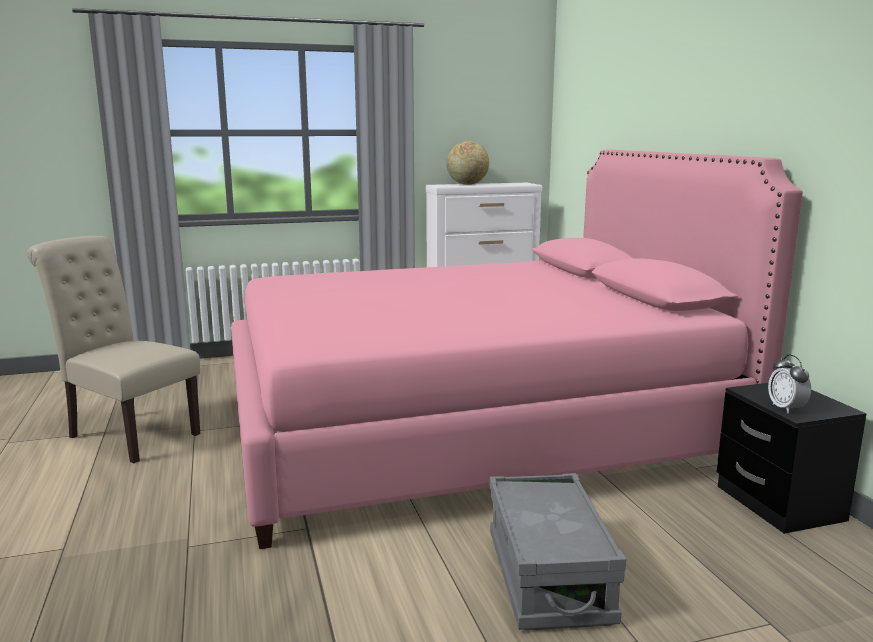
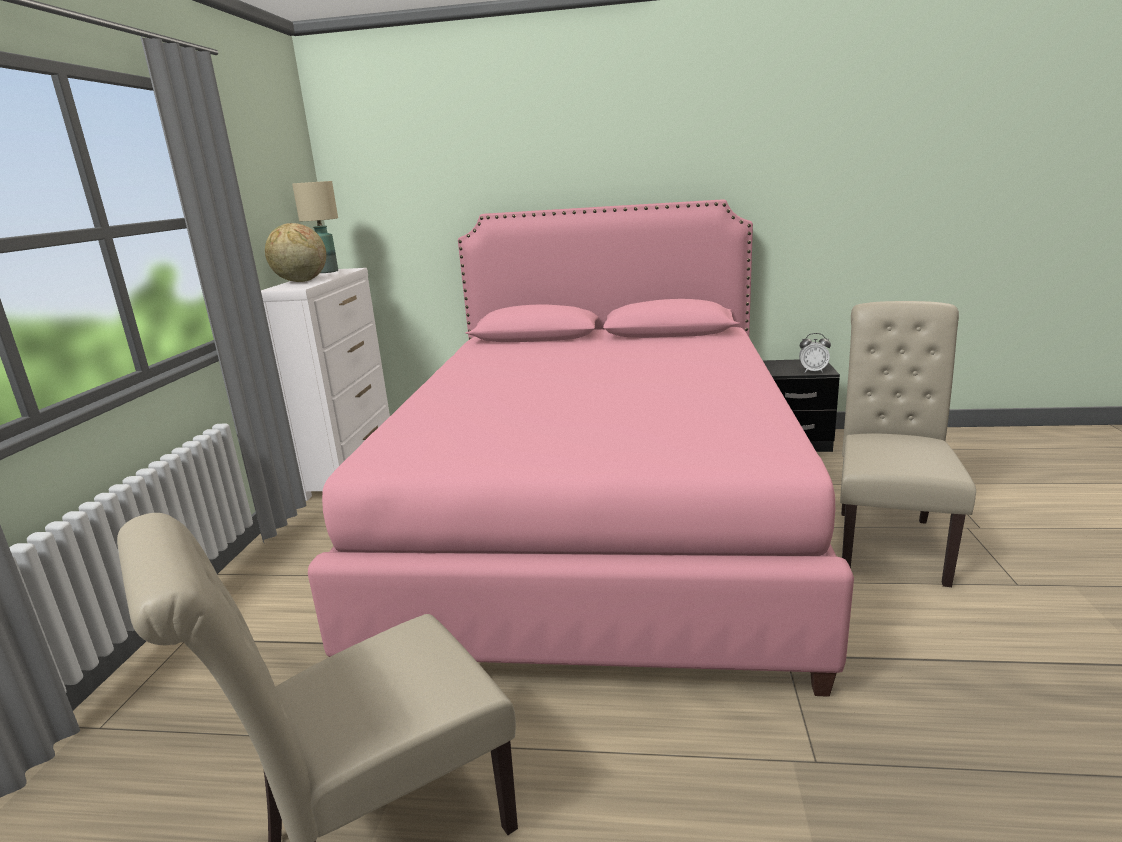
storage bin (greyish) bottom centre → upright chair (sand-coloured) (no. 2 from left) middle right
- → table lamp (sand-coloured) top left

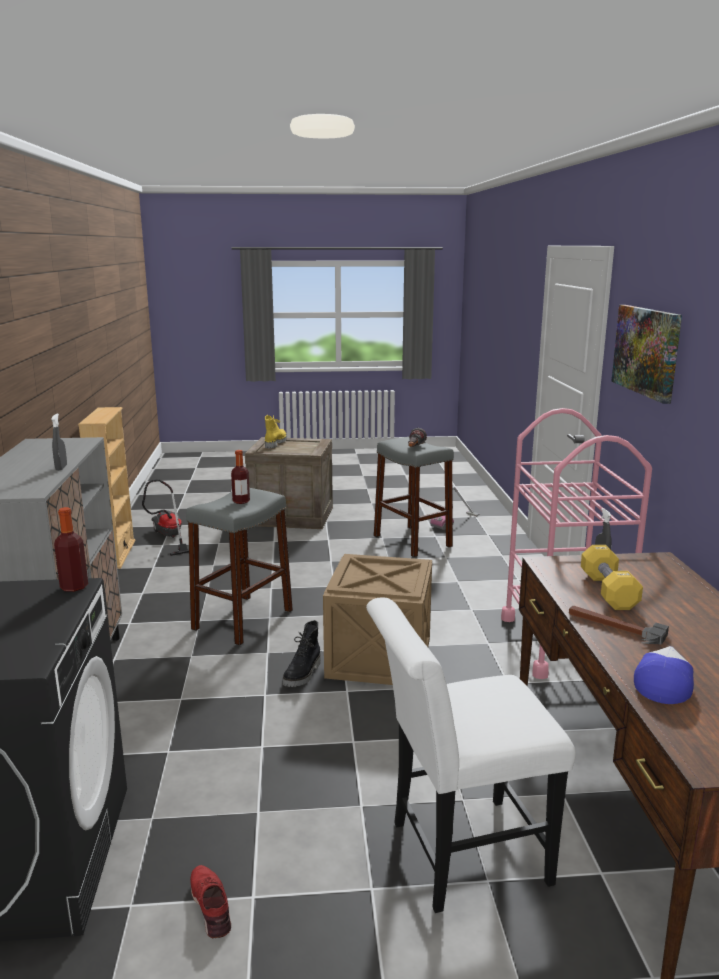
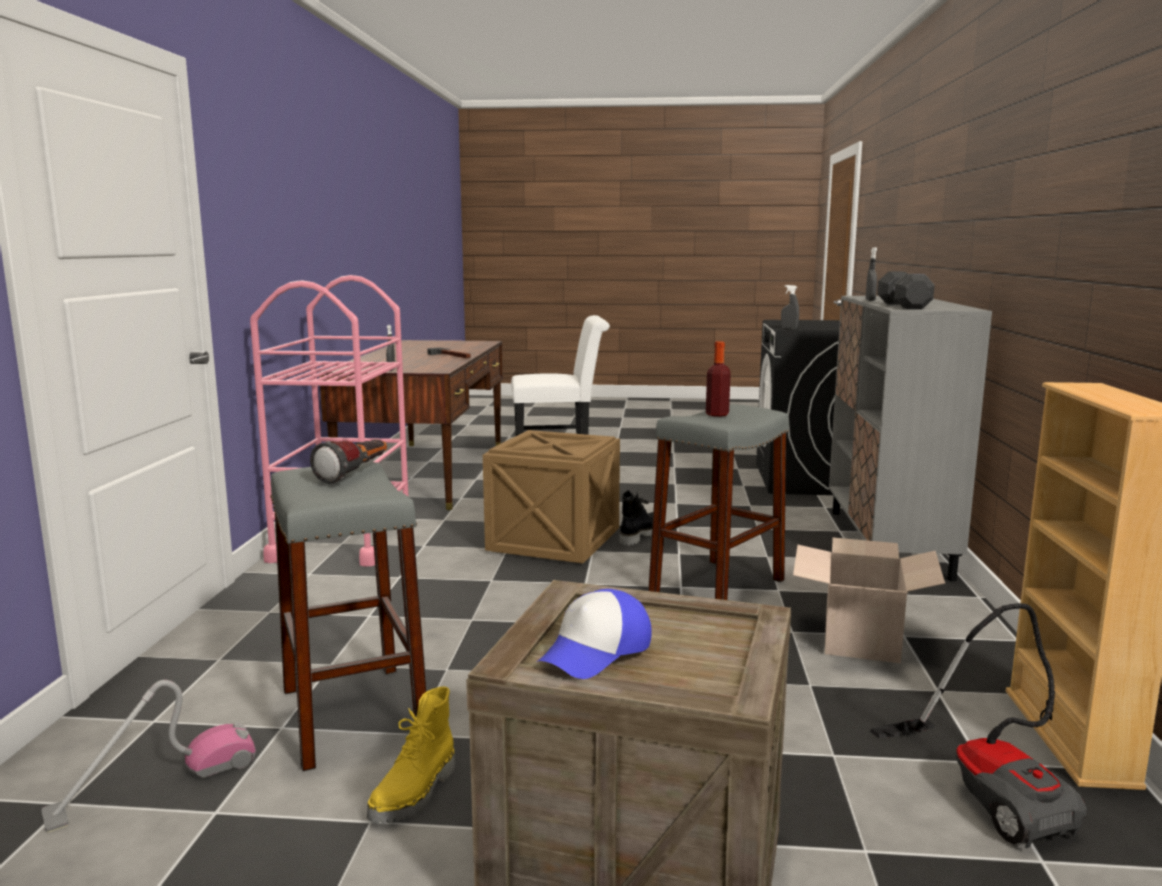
beverage bottle (no. 1 from left) middle left → sprayer (greyish) (no. 2 from left) middle right
item of footwear (reddish) bottom left → -
tall boot (yellowish) centre → tall boot (yellowish) bottom centre, shifted
free weight (yellowish) middle right → -
wall picture middle right → -
baseball cap bottom right → baseball cap bottom centre, shifted
- → carton bottom right
- → free weight (blackish) top right

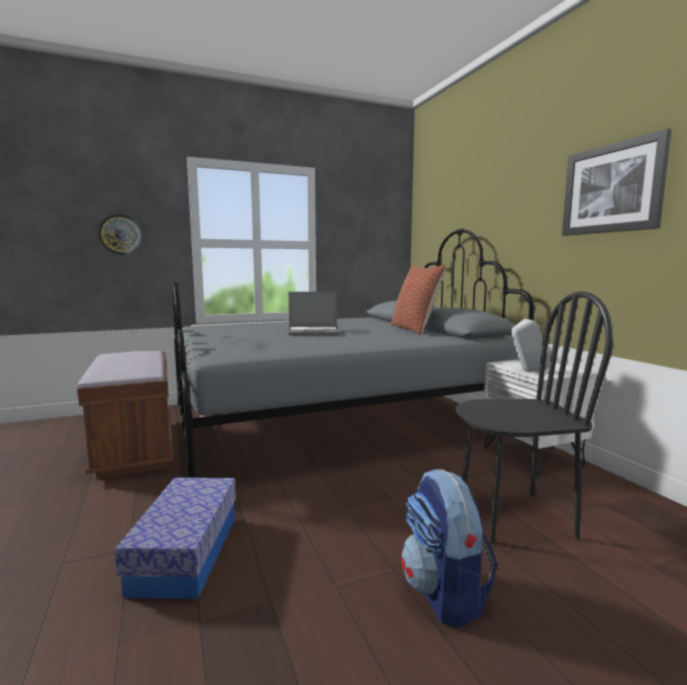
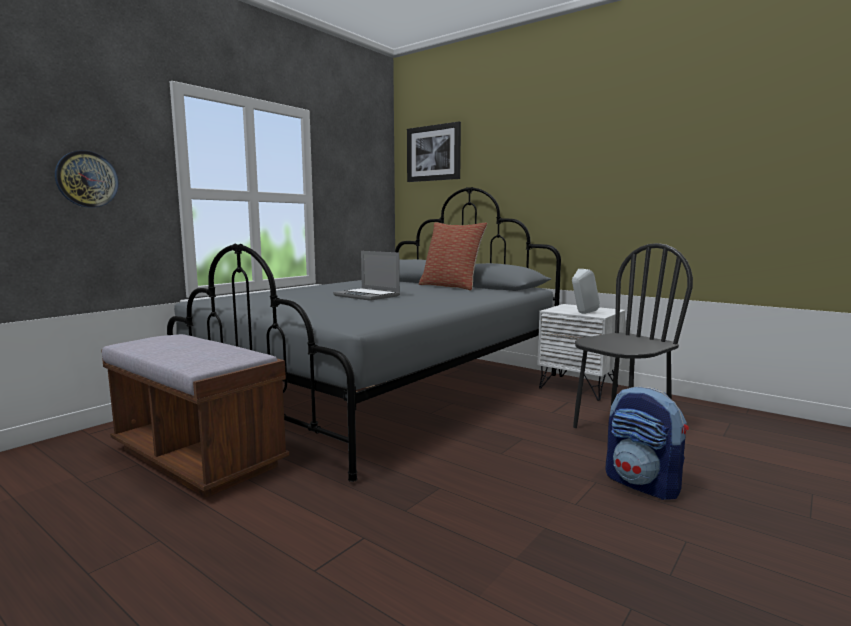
storage bin bottom left → -
laptop centre, 75 degrees clockwise
wall picture top right → wall picture top centre, shifted

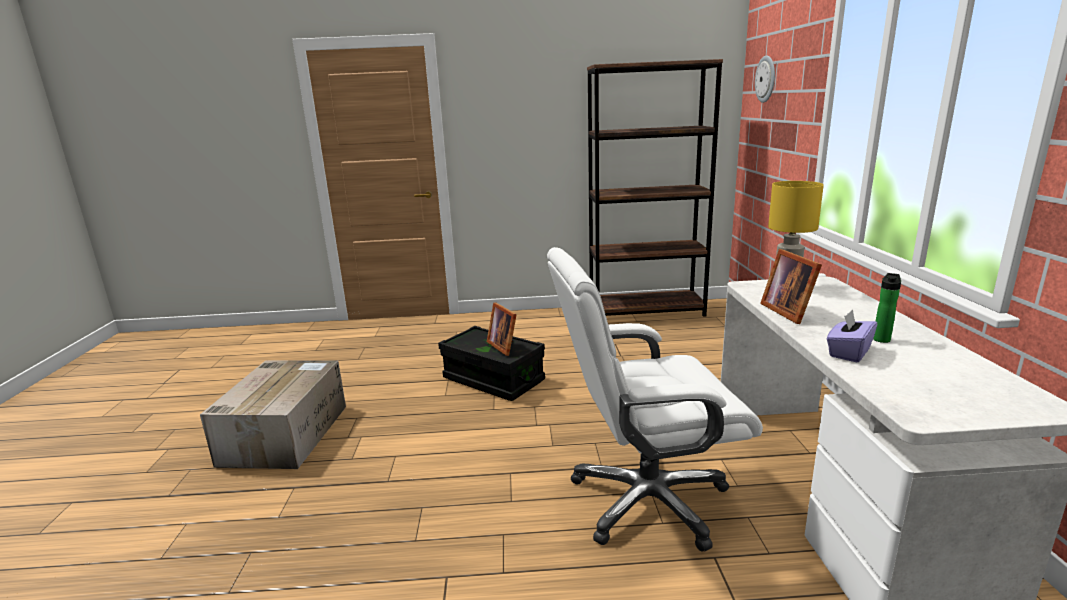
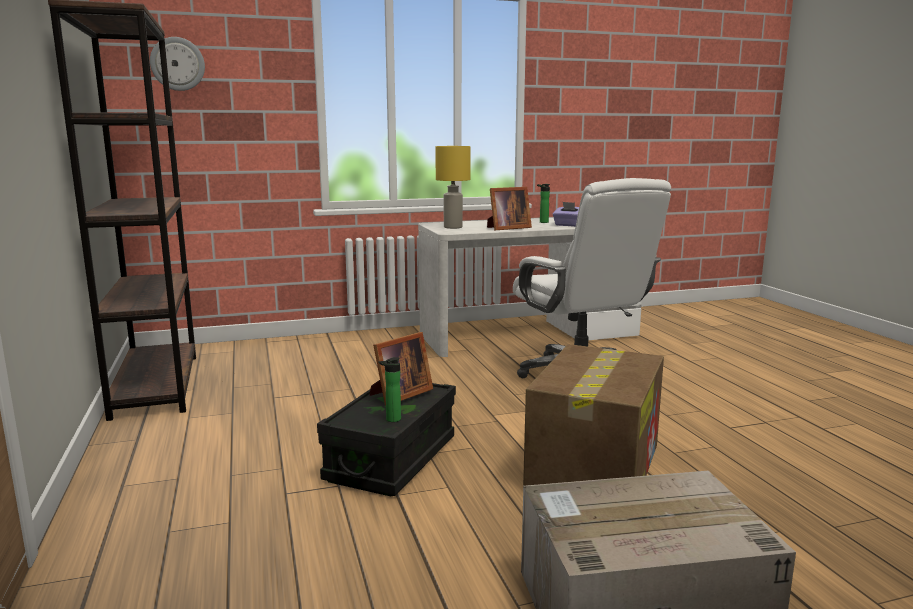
- → beverage bottle (no. 1 from left) centre
- → carton (no. 1 from left) bottom centre

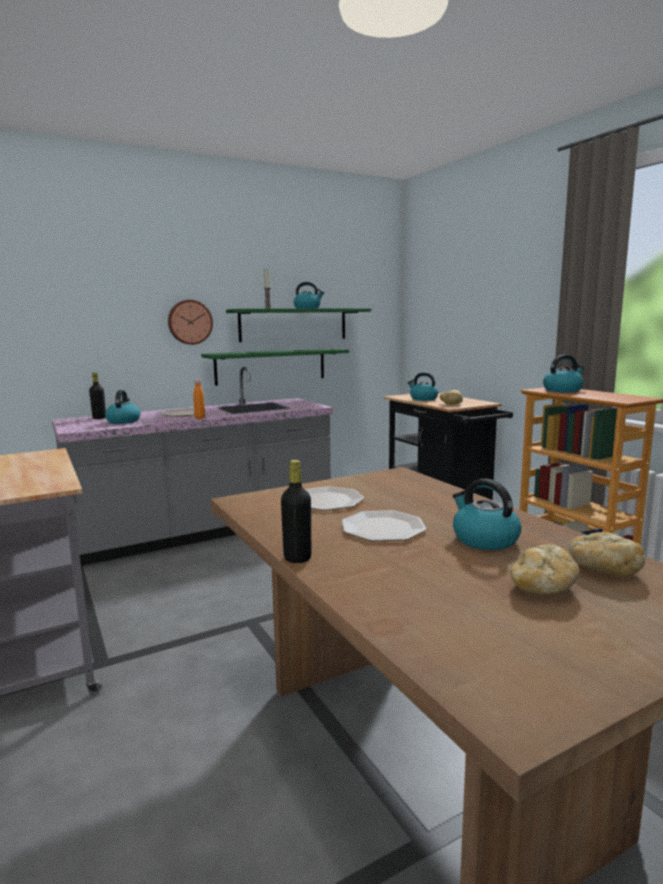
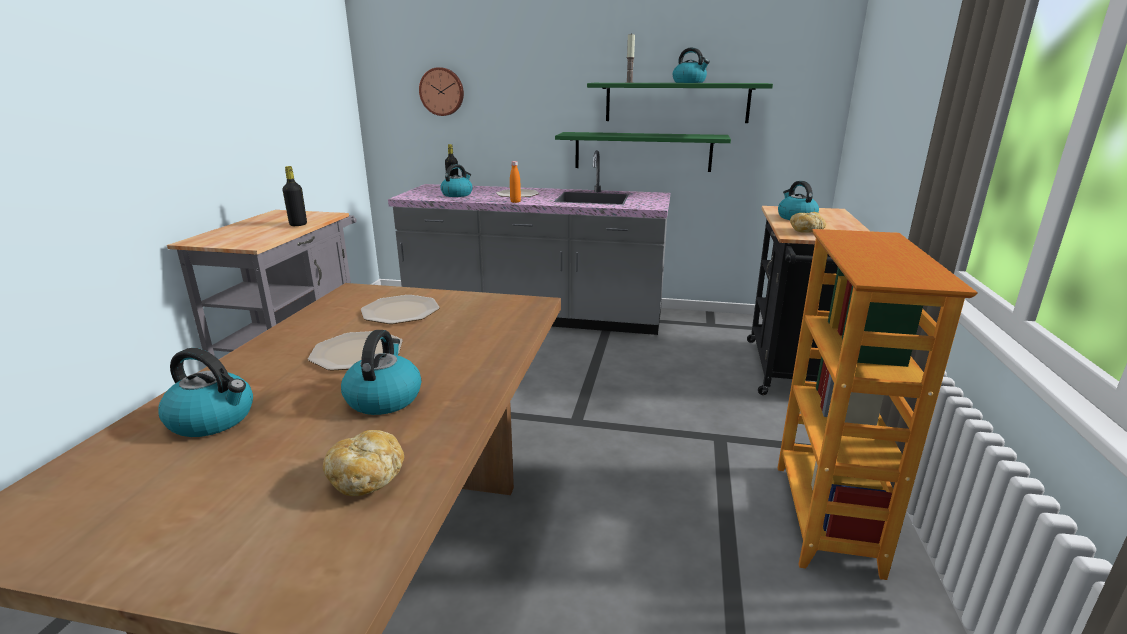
wall clock middle left → wall clock top centre, shifted
beverage bottle (blackish) (no. 2 from left in the first image) centre → beverage bottle (blackish) (no. 1 from left) top left, shifted
bread (no. 2 from left) middle right → -
tea kettle (no. 5 from left in the first image) middle right → tea kettle (no. 1 from left) middle left, shifted

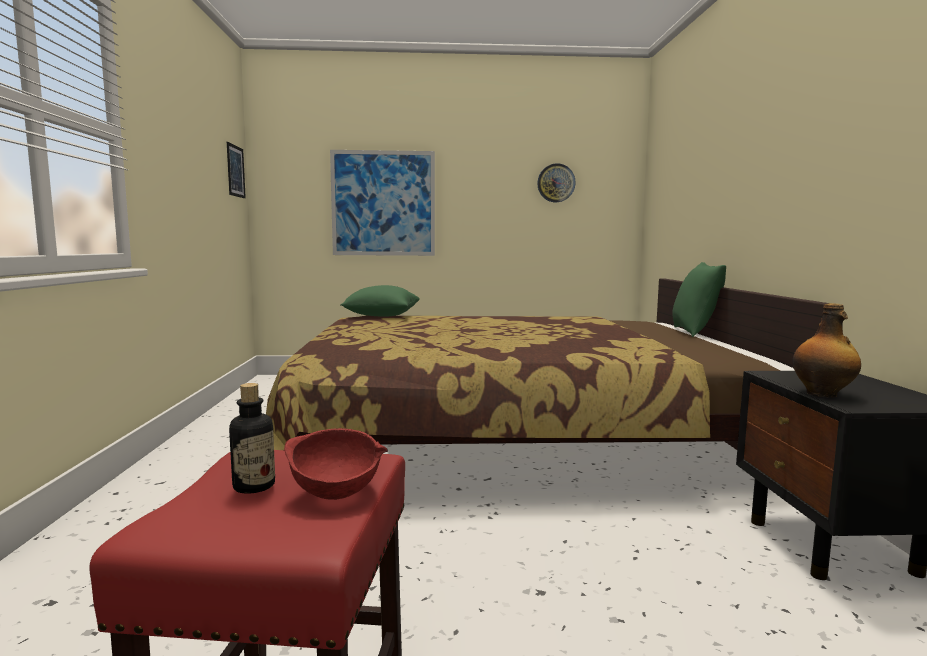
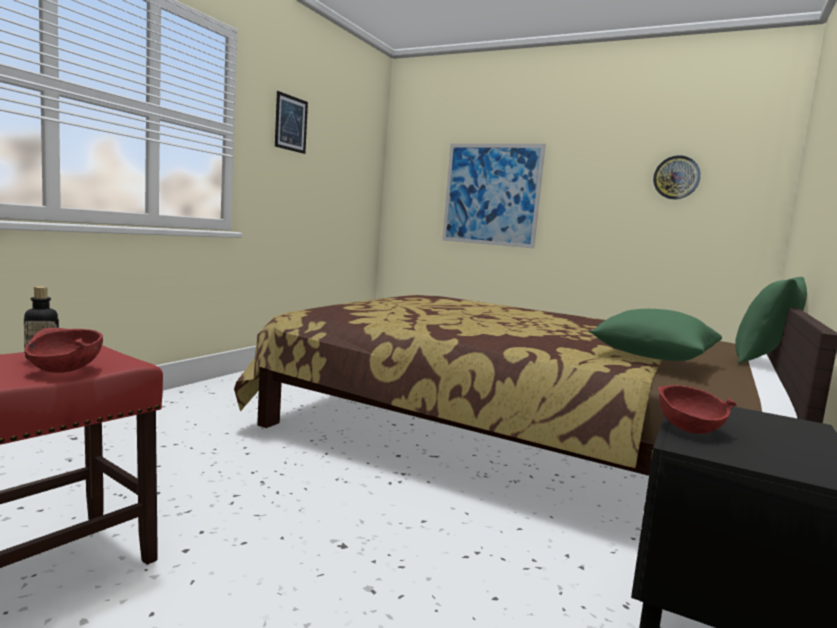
wall picture (no. 1 from left) top left → wall picture (no. 1 from left) top centre, shifted
pillow (greenish) (no. 1 from left) centre → pillow (greenish) (no. 1 from left) middle right, shifted
beverage bottle (no. 2 from left) middle right → bowl (reddish) (no. 2 from left) middle right

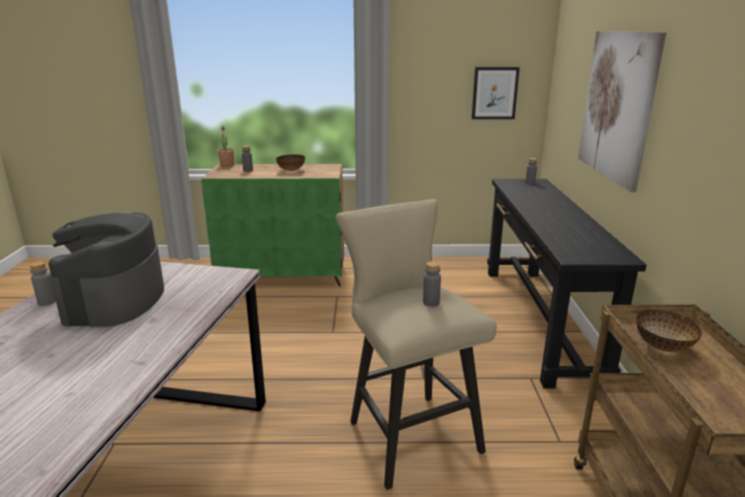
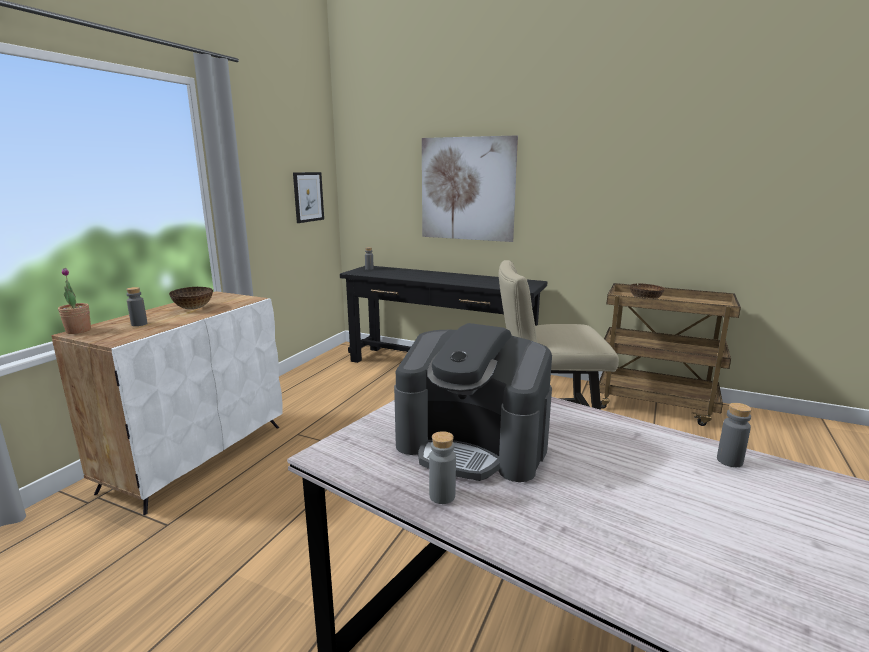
cabinet (greenish) centre → cabinet (white-coloured) middle left
beverage bottle (greyish) (no. 3 from left in the first image) centre → beverage bottle (greyish) (no. 4 from left) bottom right, shifted

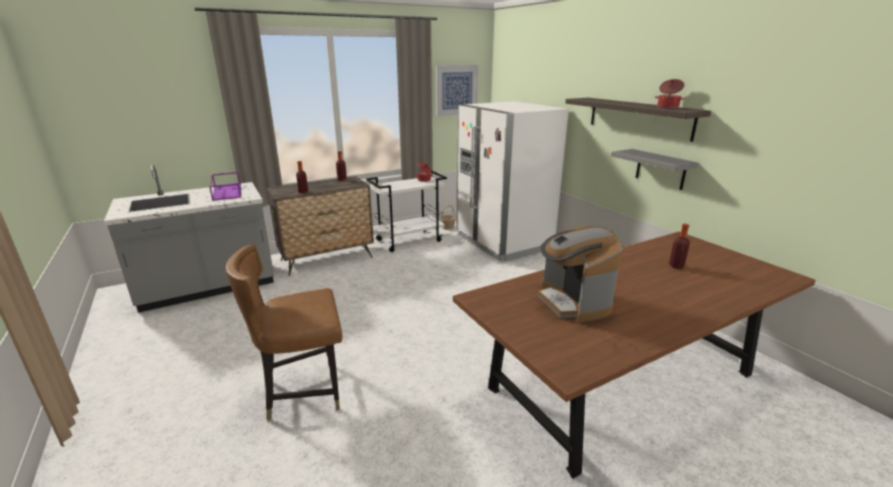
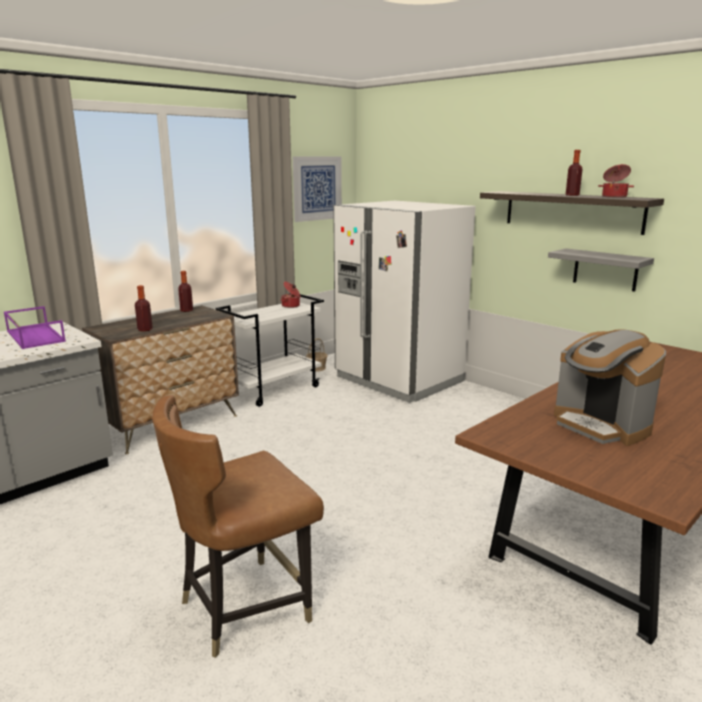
beverage bottle (no. 3 from left) middle right → beverage bottle (no. 3 from left) top right, shifted

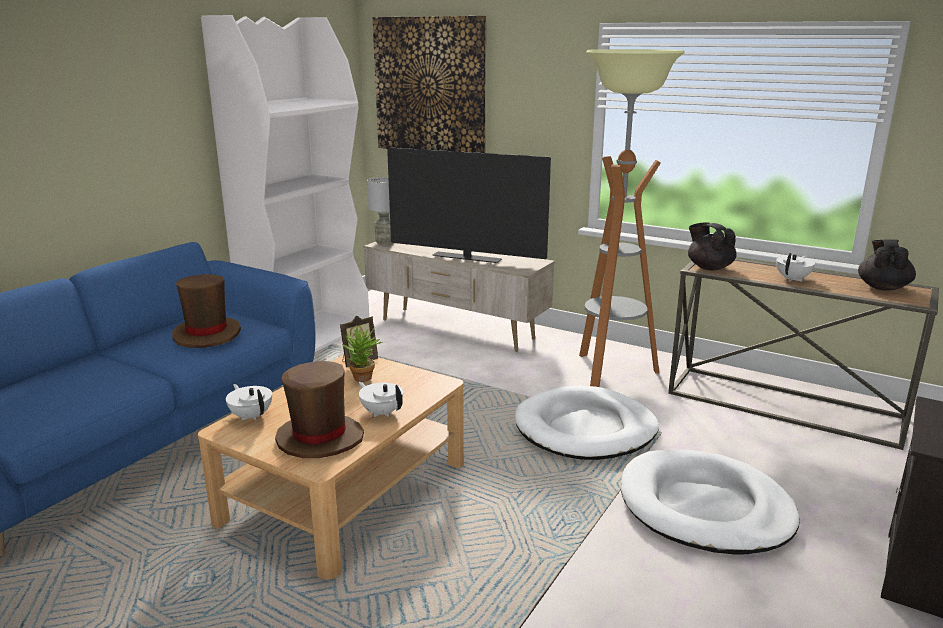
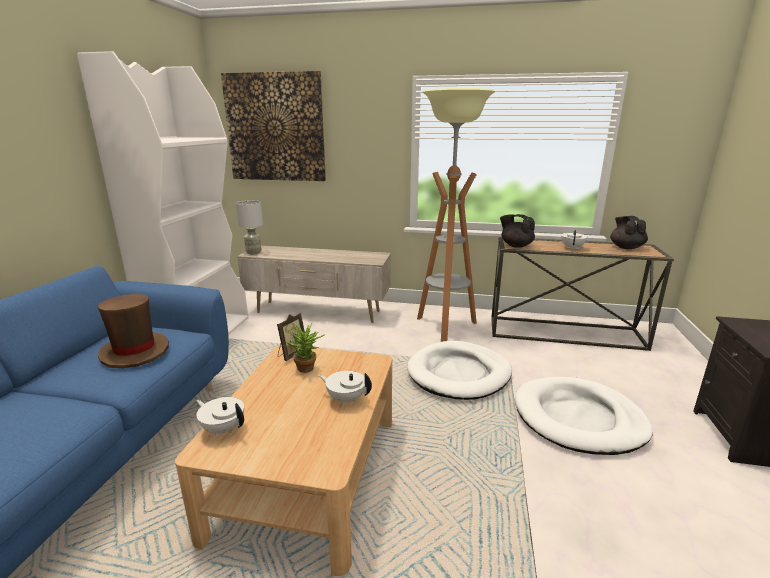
wearable hat (brownish) (no. 2 from left) centre → -
television top centre → -

